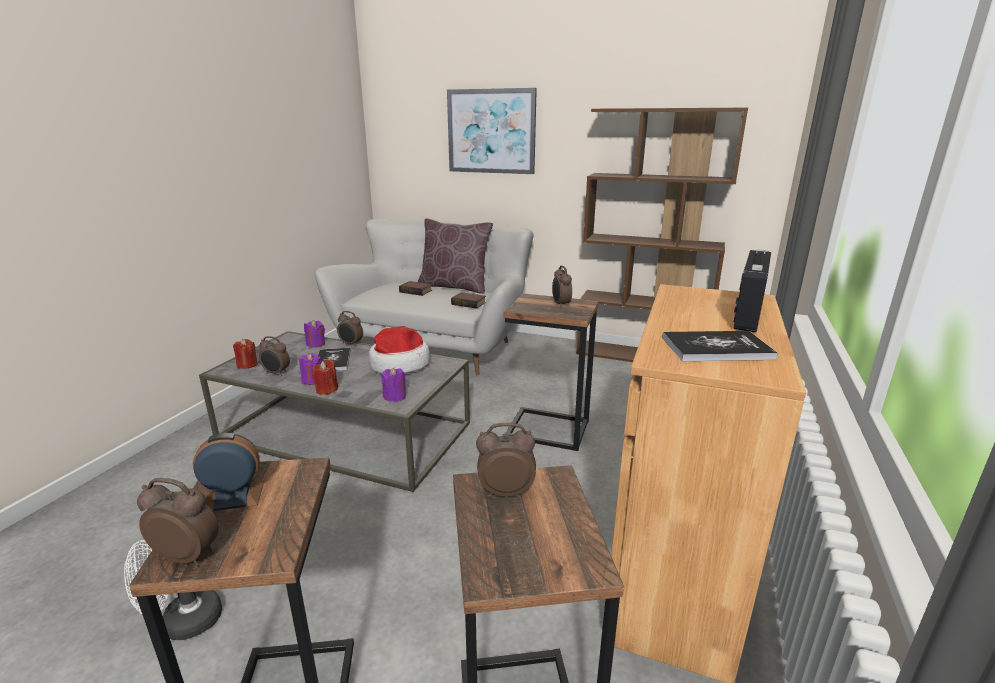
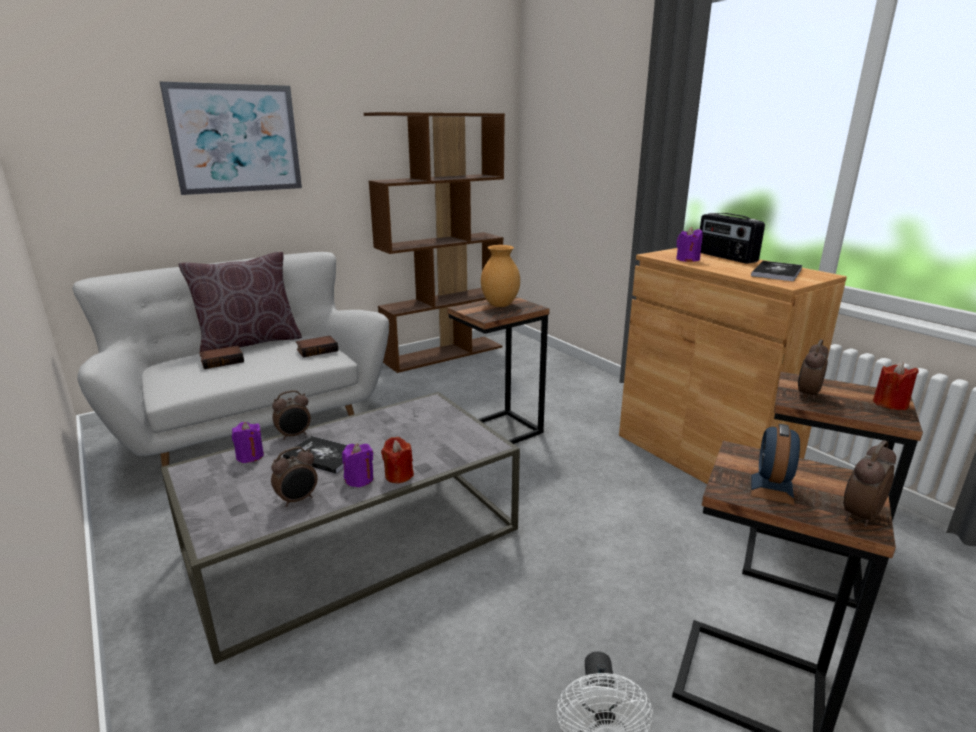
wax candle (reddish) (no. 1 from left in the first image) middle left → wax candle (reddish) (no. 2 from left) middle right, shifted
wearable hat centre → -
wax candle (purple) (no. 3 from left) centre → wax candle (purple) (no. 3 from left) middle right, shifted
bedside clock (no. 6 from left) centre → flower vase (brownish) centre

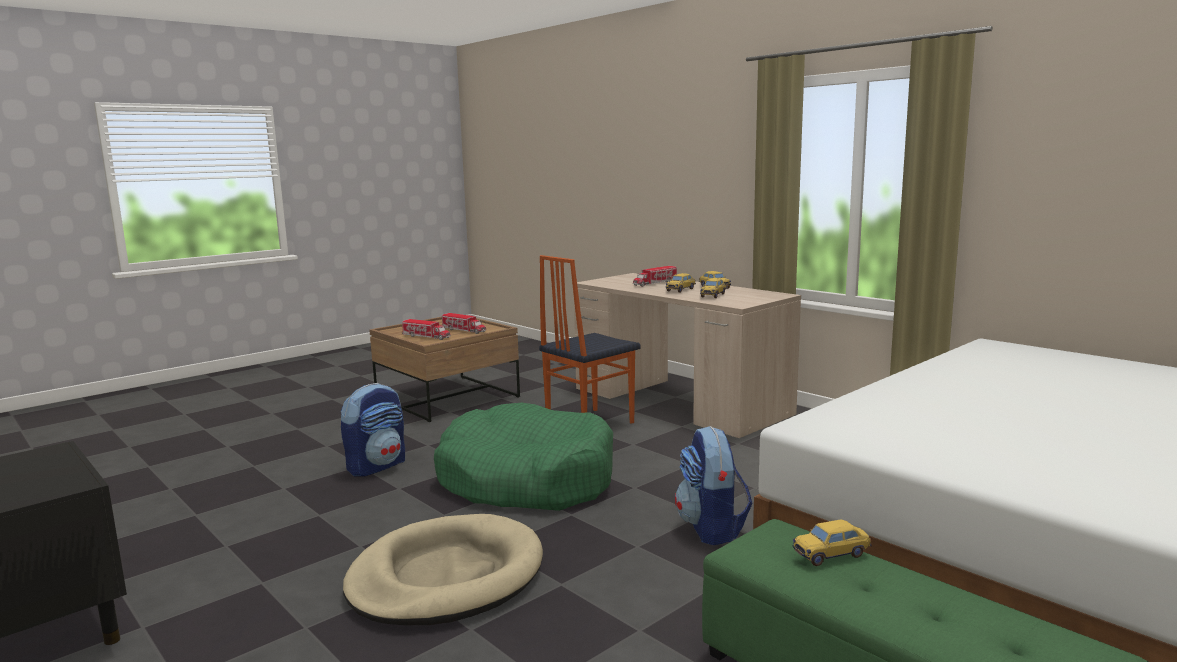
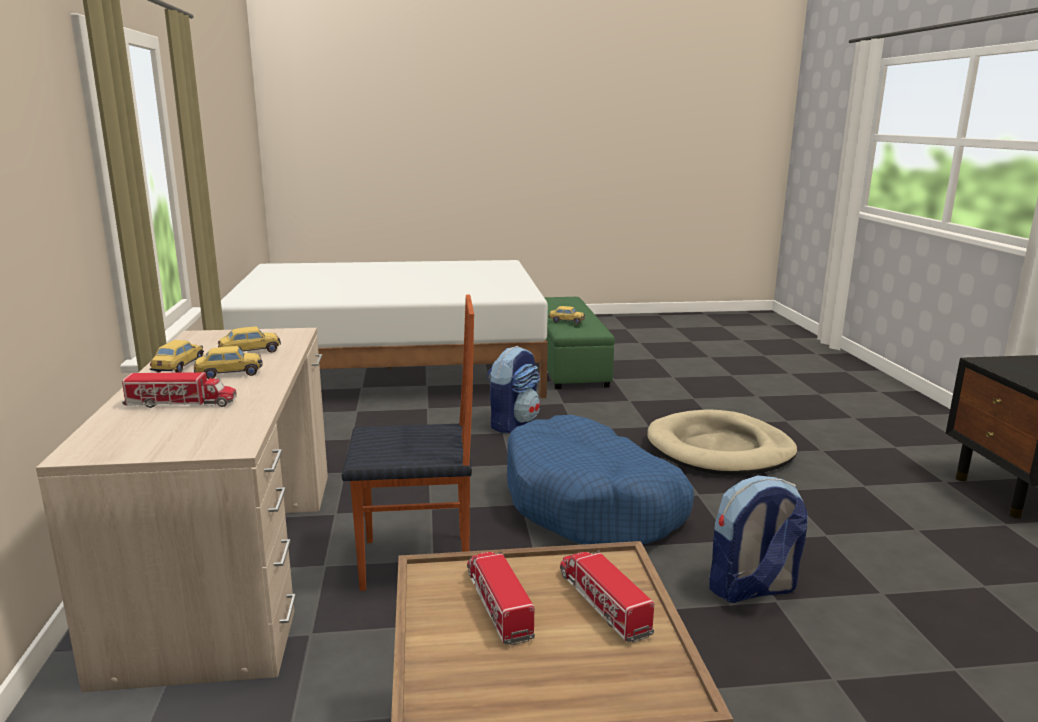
dog bed (greenish) bottom centre → dog bed (blue-coloured) centre

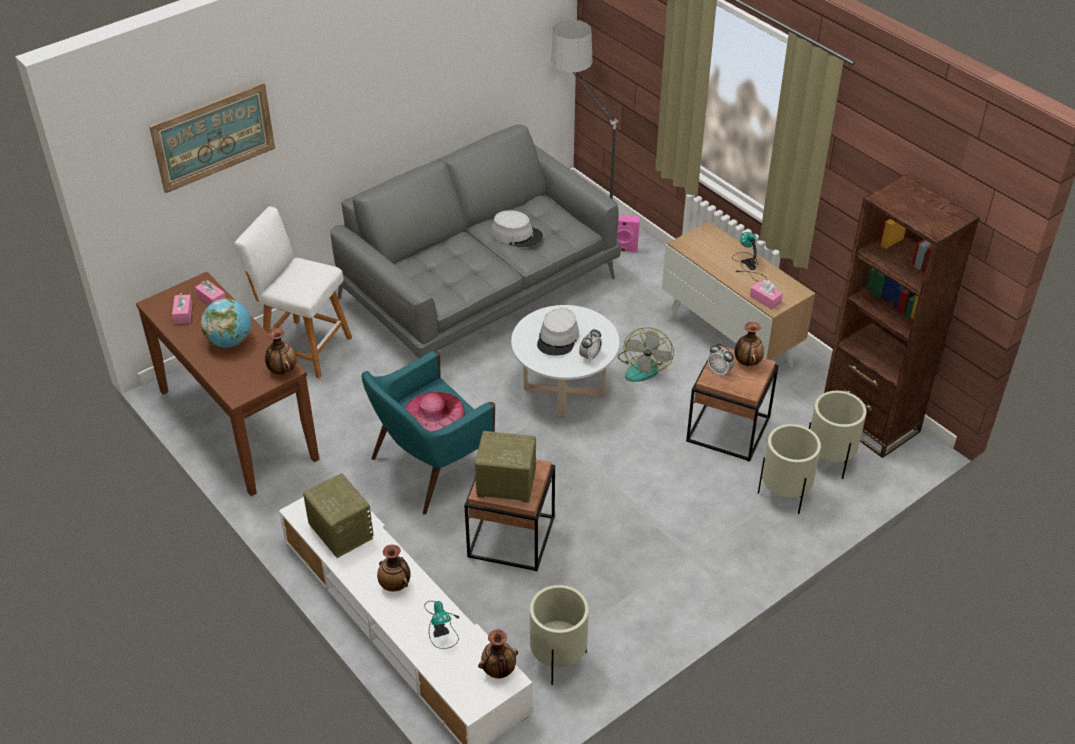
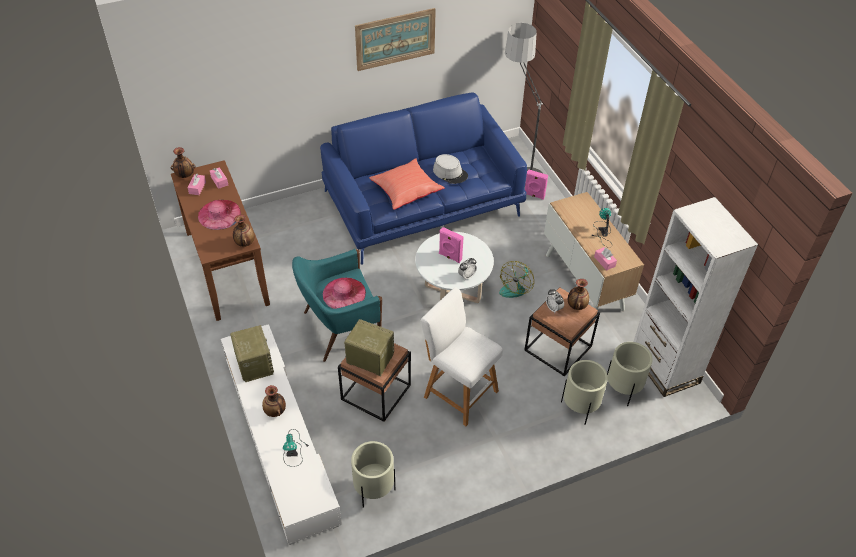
wall picture top left → wall picture top centre, shifted
globe middle left → wearable hat (pink-coloured) (no. 1 from left) middle left
sitting stool (white-coloured) middle left → sitting stool (white-coloured) centre, shifted
couch (greyish) top centre → couch (blue-coloured) top centre
flower vase (no. 3 from left in the first image) bottom centre → flower vase (no. 1 from left) top left, shifted
wearable hat (greyish) (no. 2 from left) centre → audio speaker (pink-coloured) (no. 1 from left) centre
bookshelf (brownish) middle right → bookshelf (white-coloured) middle right
- → pillow (reddish) top centre

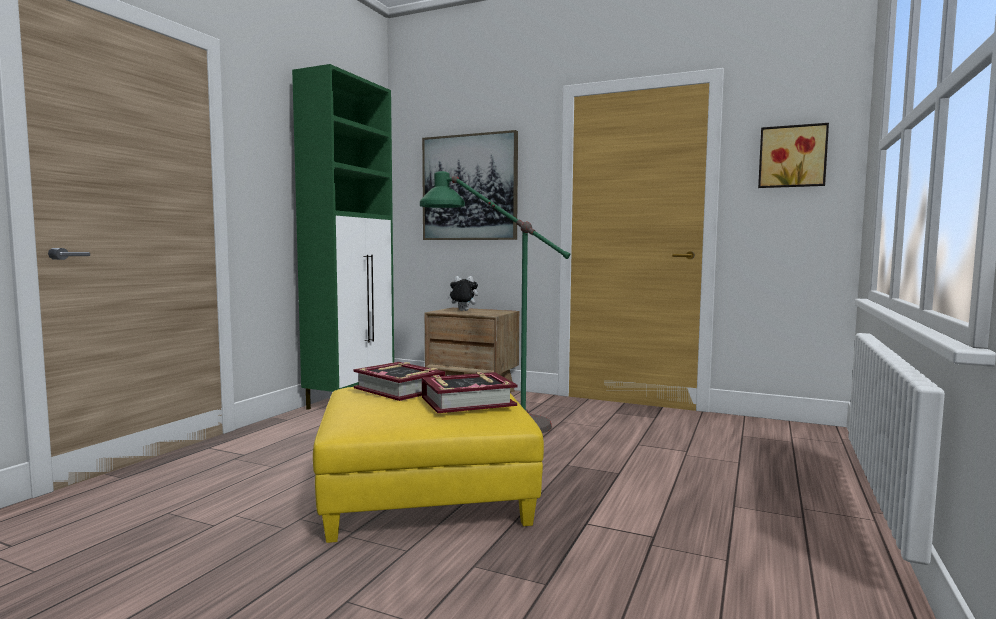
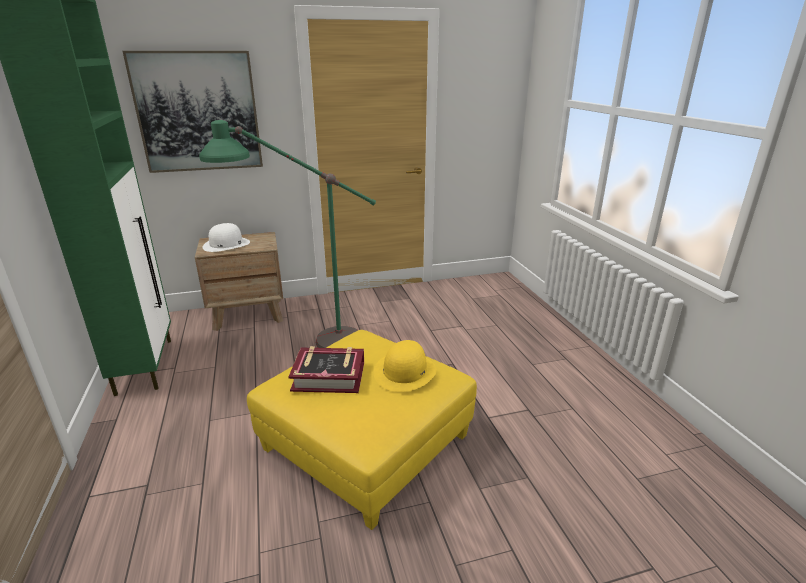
volume (no. 2 from left) centre → wearable hat (yellowish) centre
soft toy centre → wearable hat (white-coloured) middle left
wall picture (no. 2 from left) top right → -

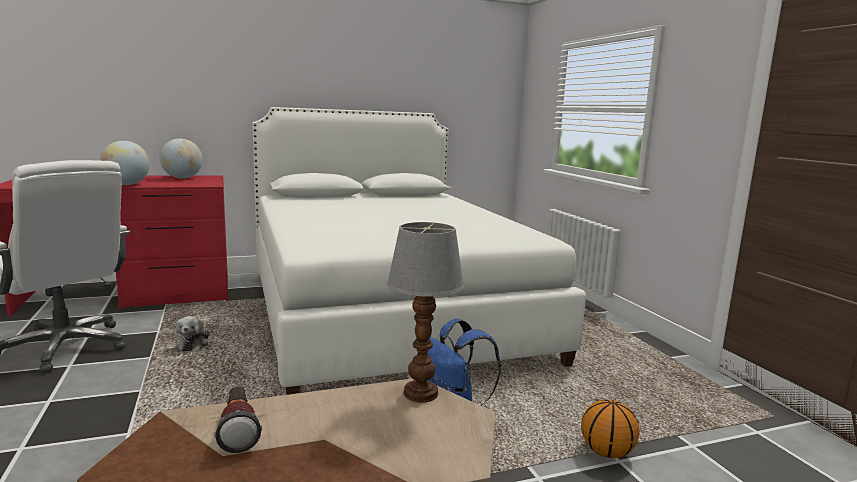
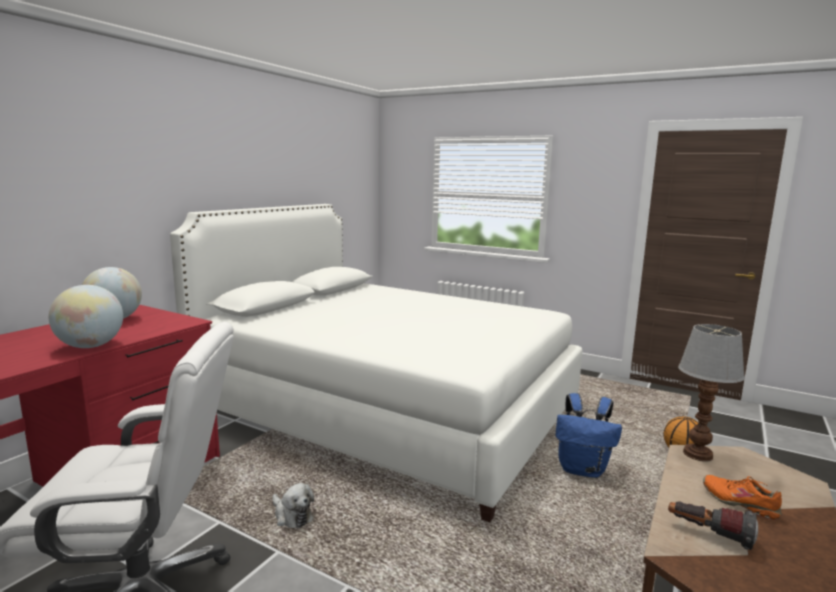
- → item of footwear (orange) bottom right

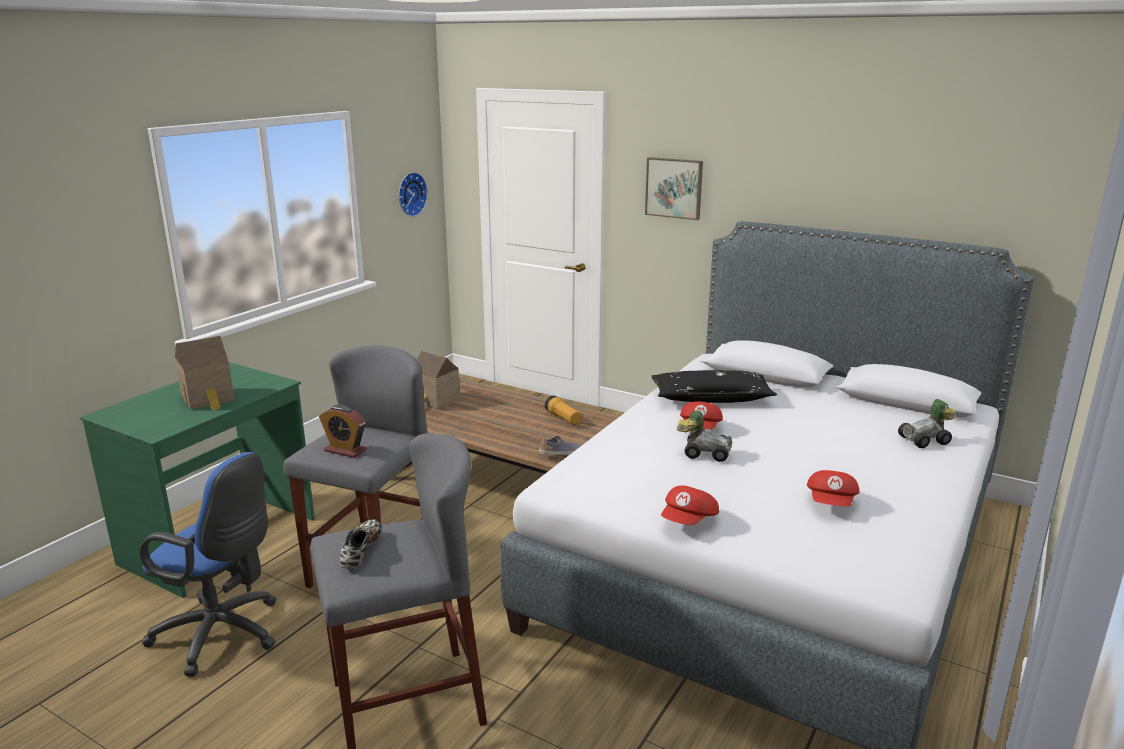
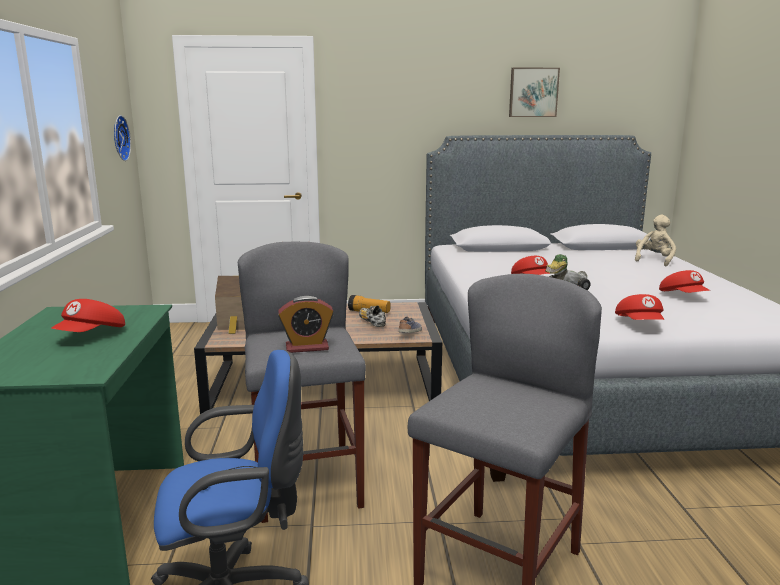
model house (no. 1 from left) middle left → baseball cap (reddish) (no. 1 from left) middle left
item of footwear (no. 1 from left) bottom left → item of footwear (no. 1 from left) centre, shifted
wall picture top centre → wall picture top right, shifted
pillow (blackish) centre → -
toy car (no. 2 from left) middle right → soft toy (sand-coloured) middle right

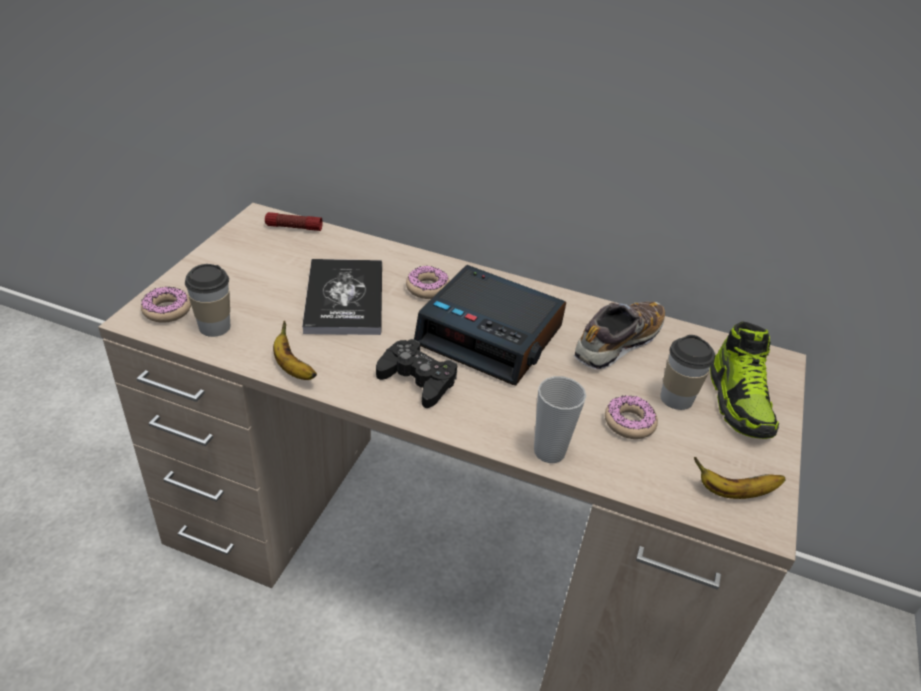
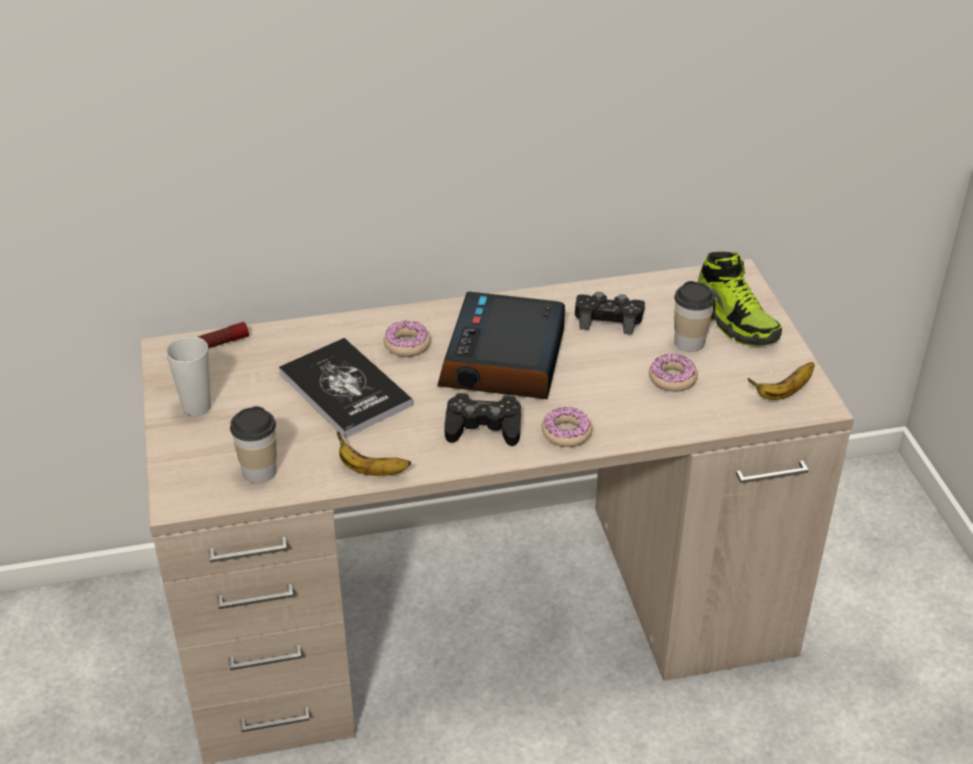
doughnut (no. 1 from left in the first image) middle left → doughnut (no. 2 from left) centre, shifted
bedside clock centre, 105 degrees clockwise
drinking cup (no. 2 from left in the first image) centre → drinking cup (no. 1 from left) middle left, shifted
item of footwear (no. 1 from left) middle right → gamepad (blackish) (no. 2 from left) centre

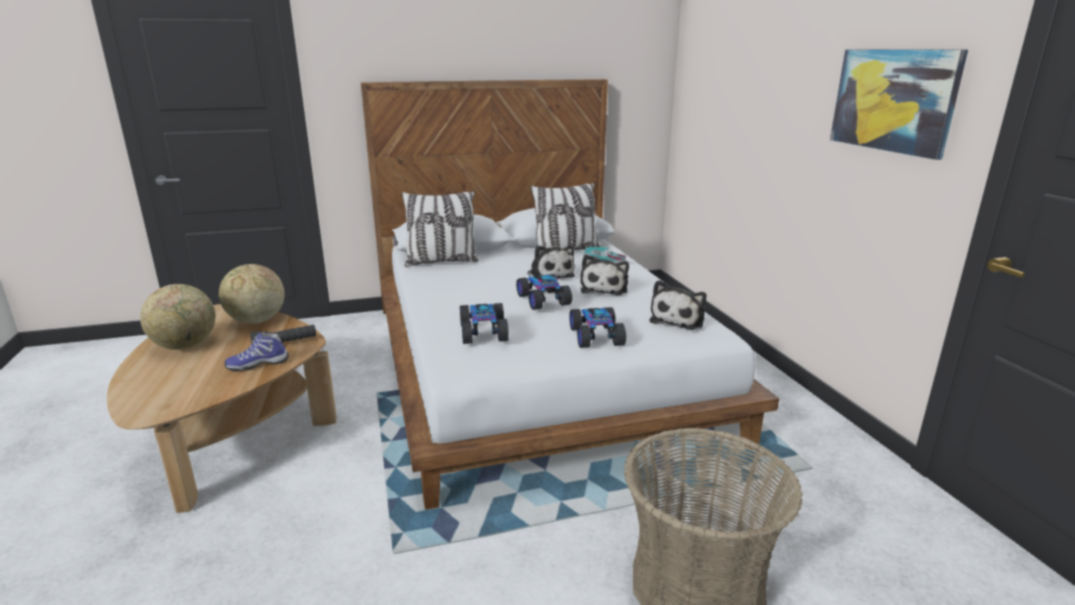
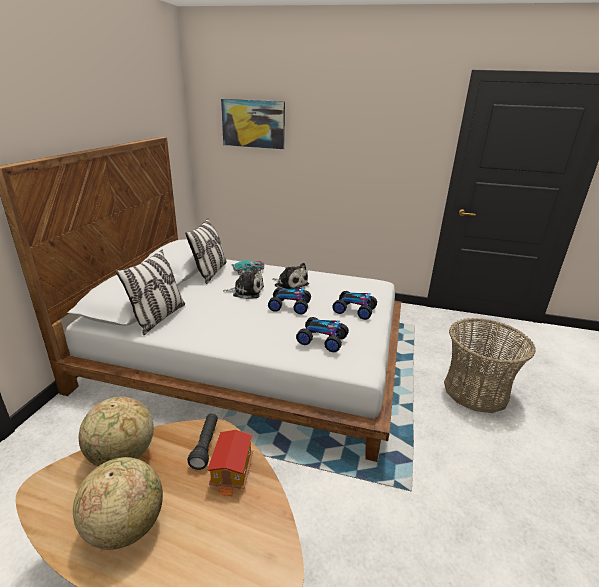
item of footwear middle left → model house bottom centre
soft toy (no. 3 from left) centre → -
wall picture top right → wall picture top centre, shifted

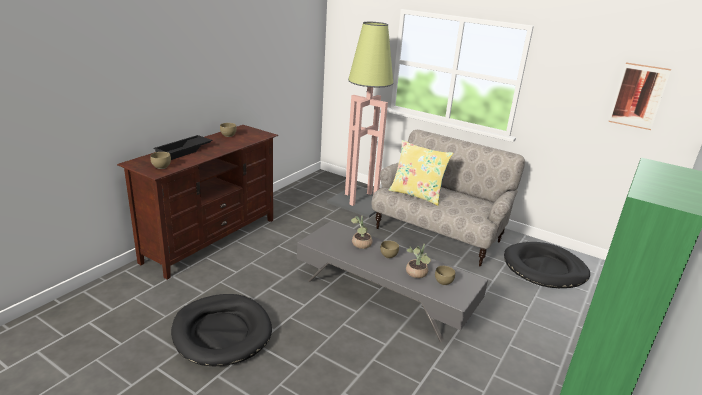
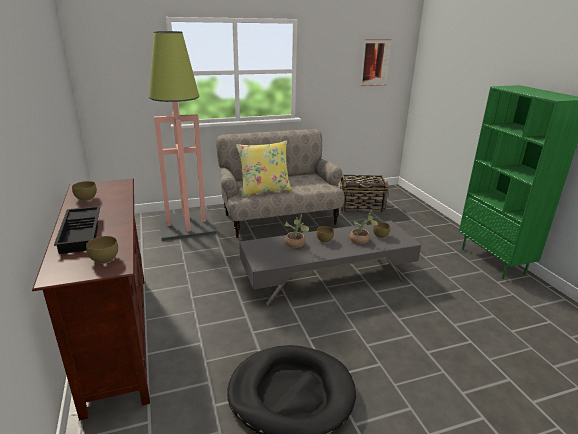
dog bed (blackish) (no. 2 from left) bottom right → storage basket centre

